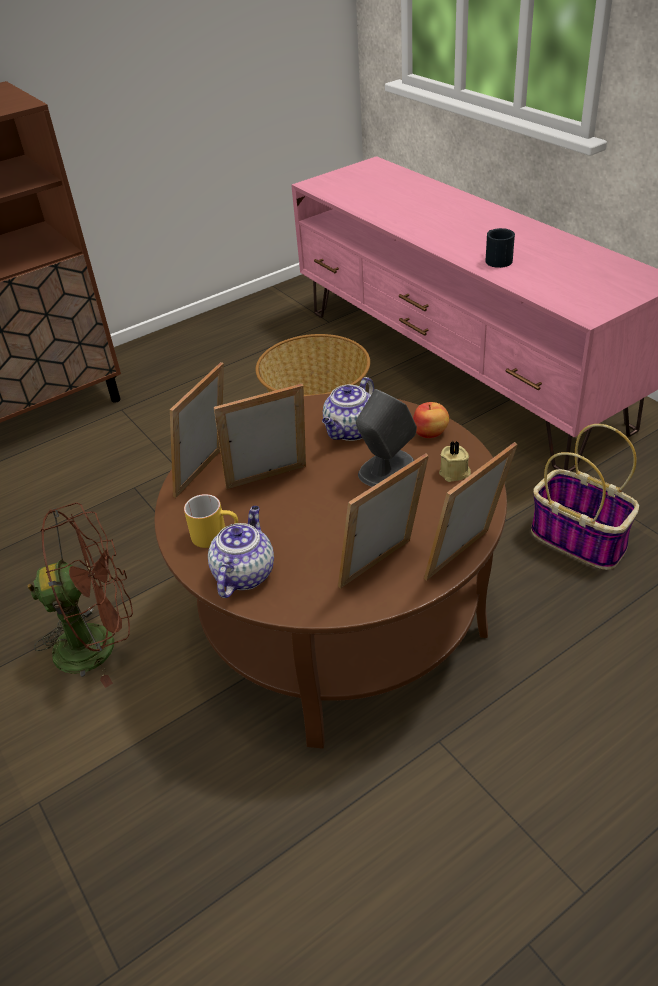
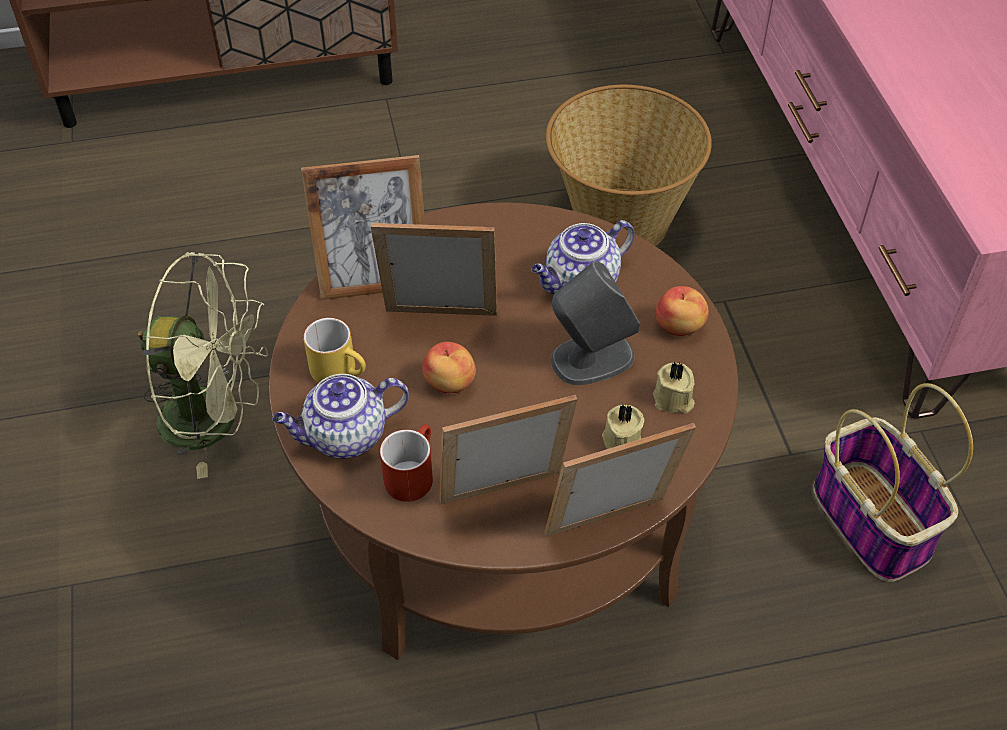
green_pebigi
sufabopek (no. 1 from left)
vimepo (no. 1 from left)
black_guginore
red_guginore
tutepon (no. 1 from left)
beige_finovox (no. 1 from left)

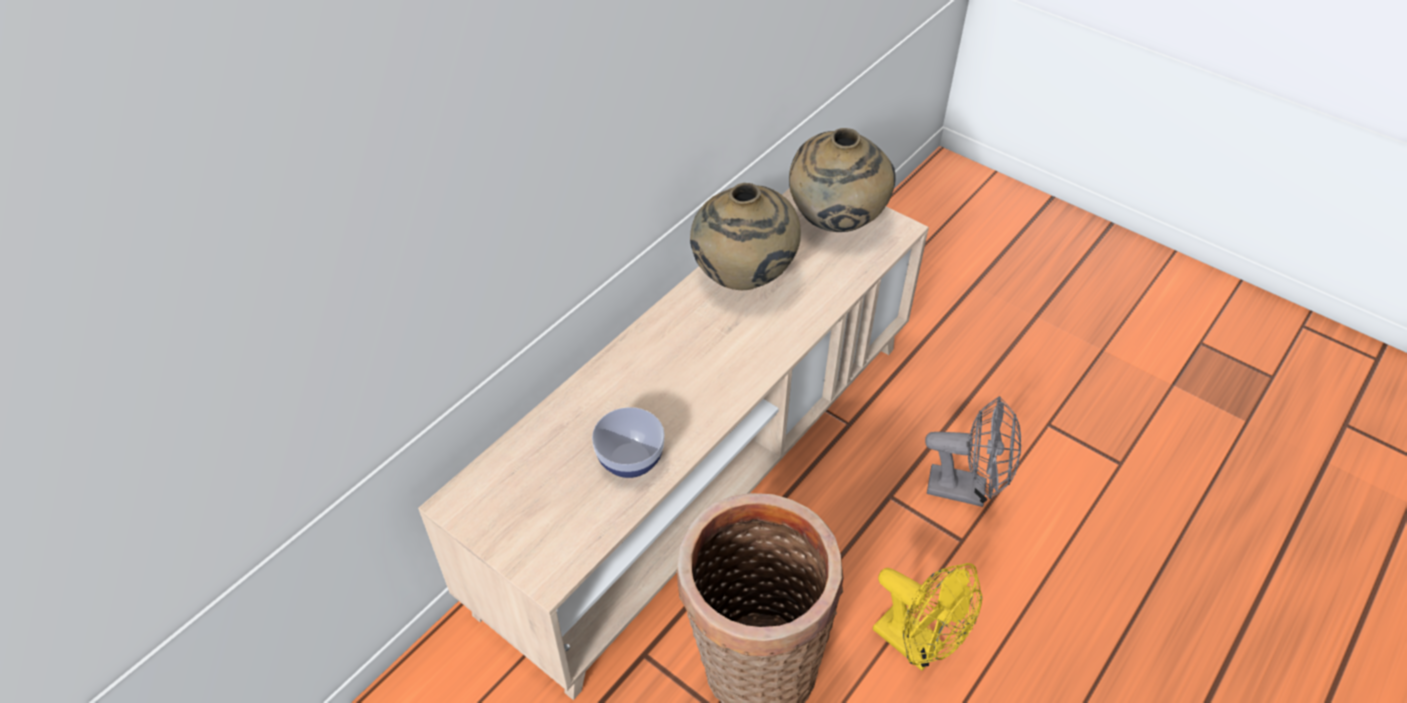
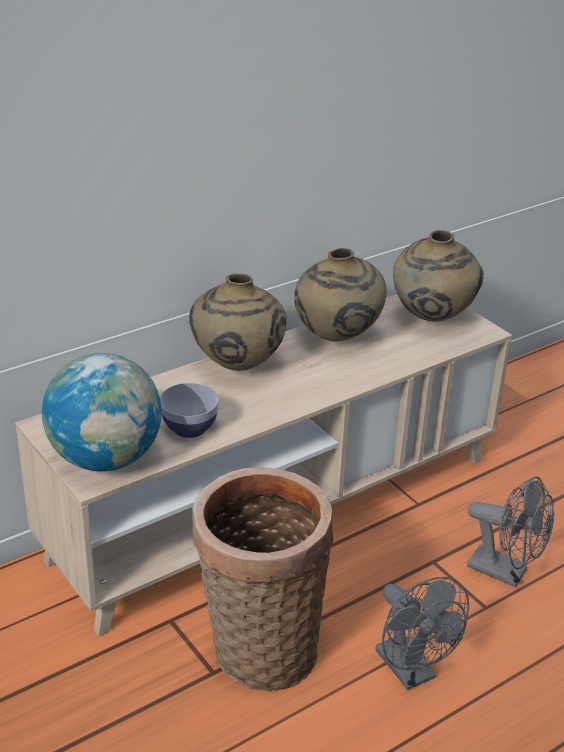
grey_pebigi (no. 1 from left)
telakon
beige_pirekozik (no. 1 from left)

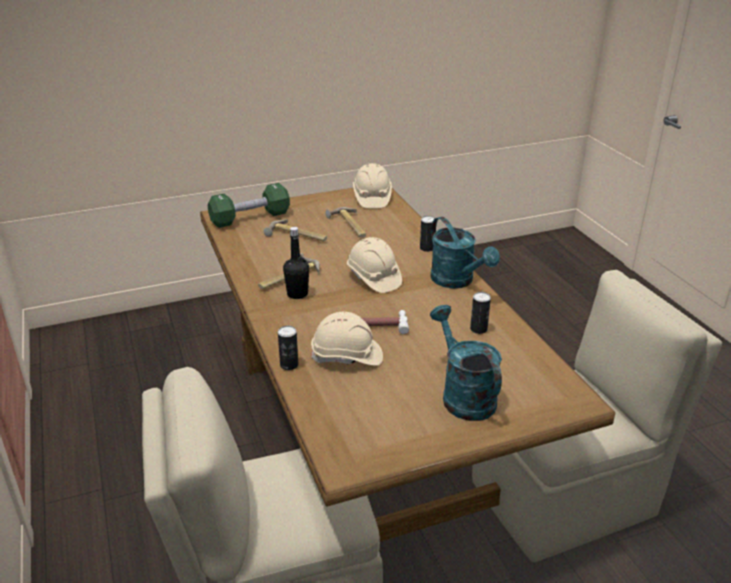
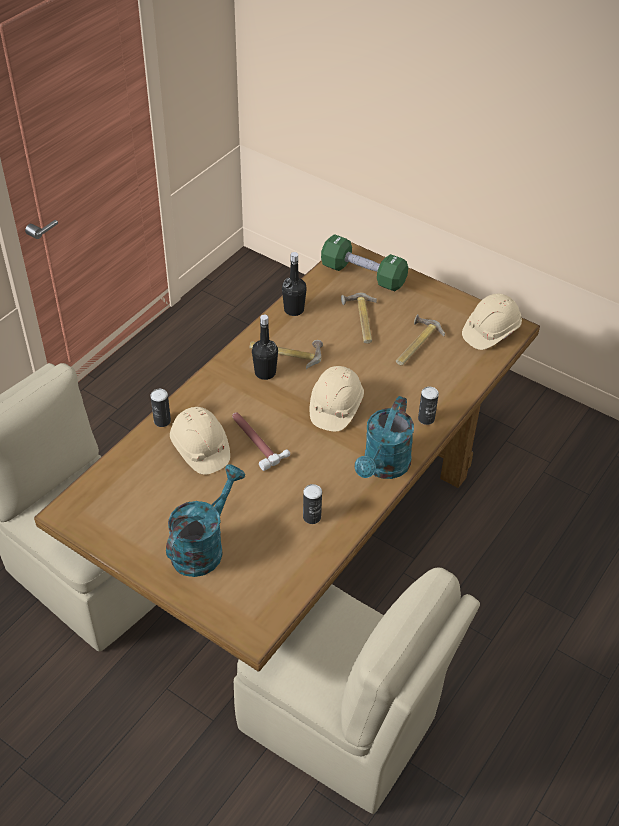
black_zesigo (no. 2 from left)

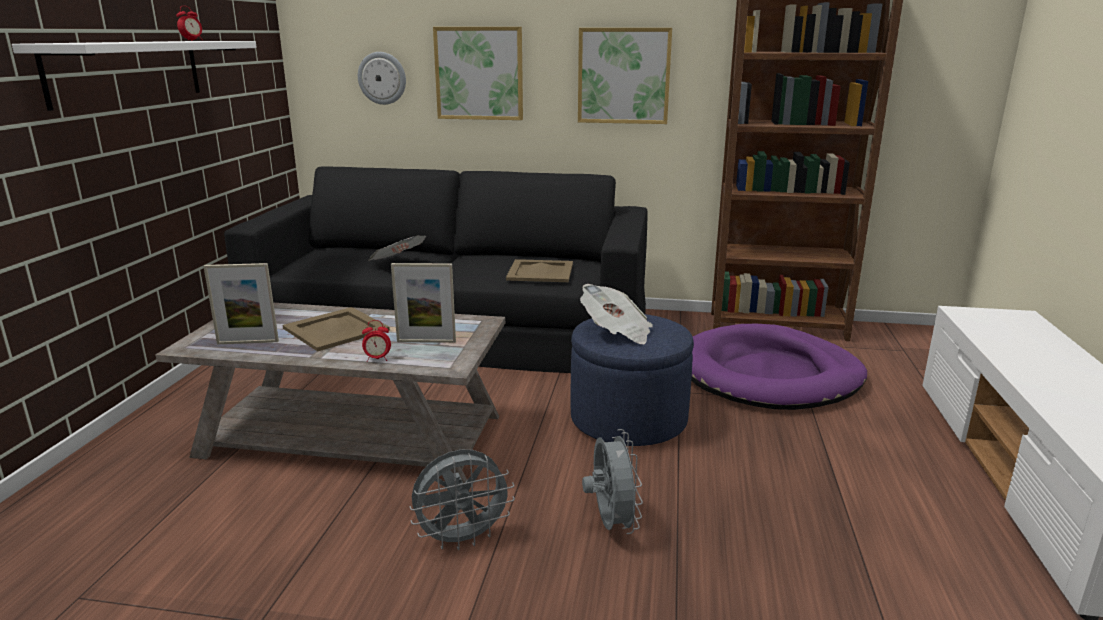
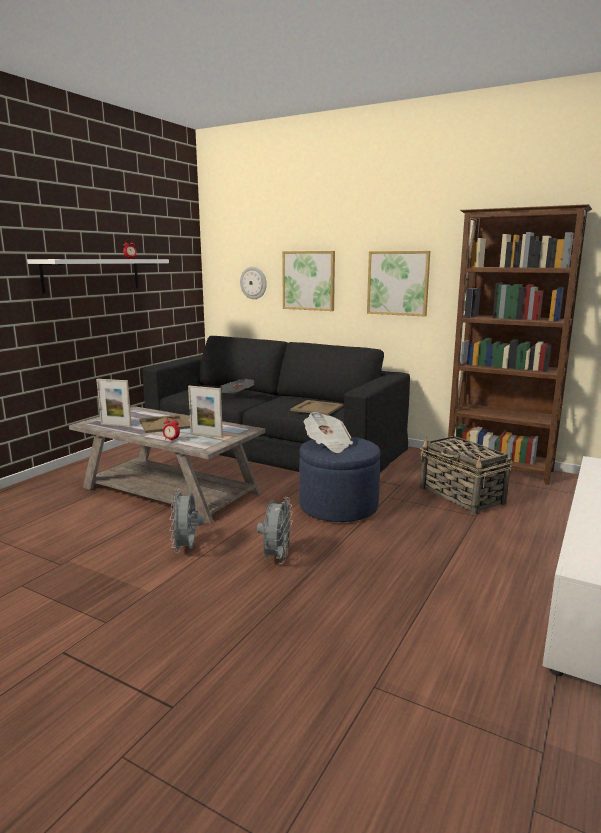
grey_pebigi (no. 1 from left)
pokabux

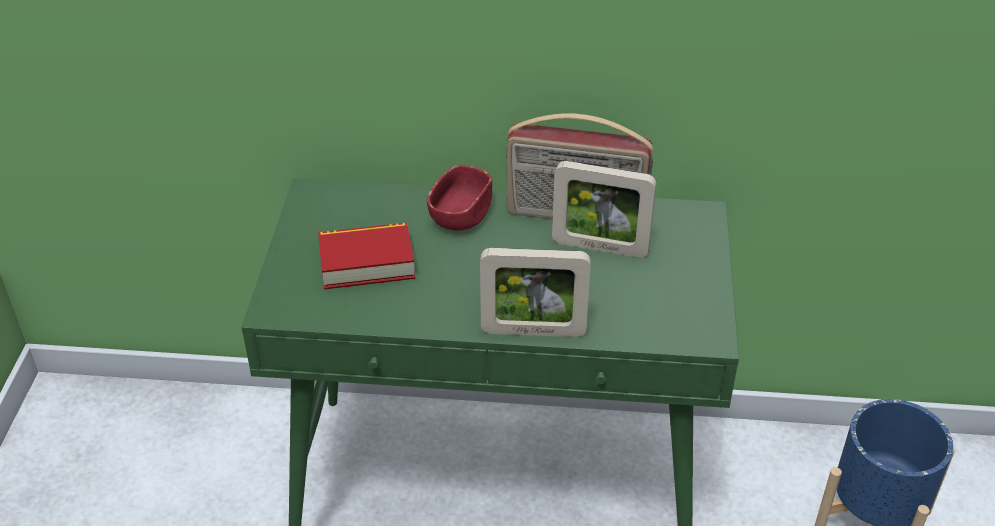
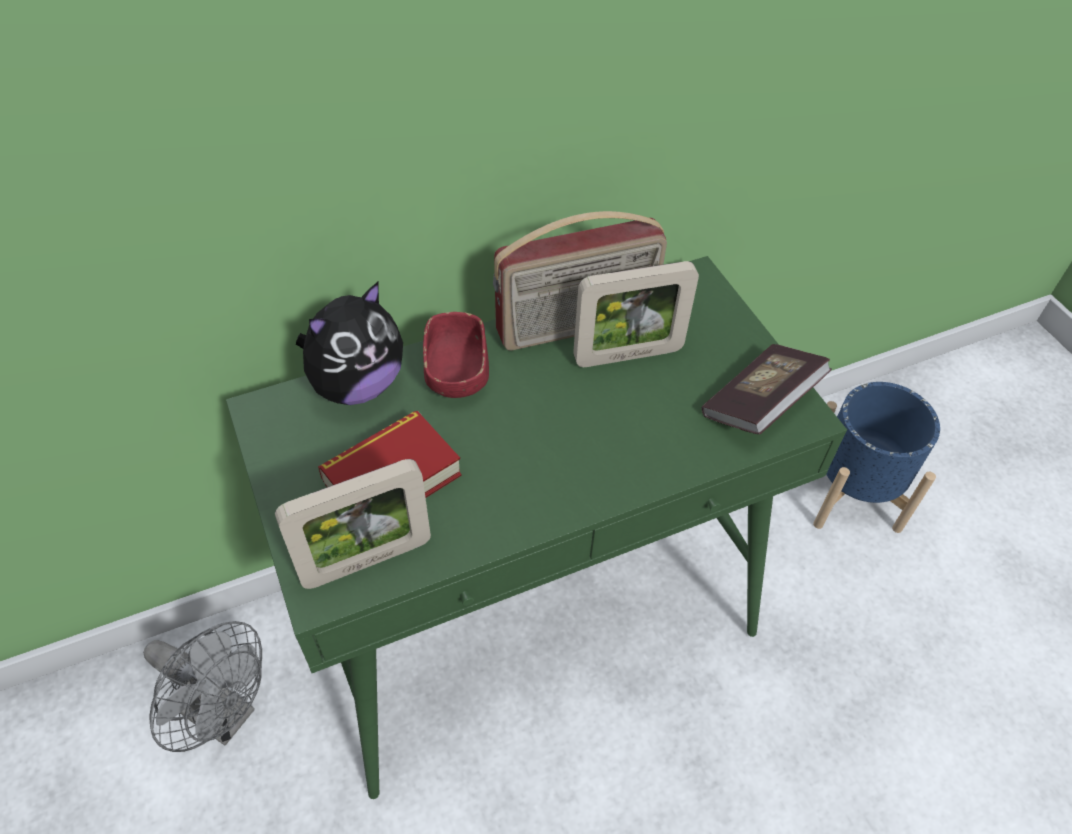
sufabopek (no. 1 from left)
grey_pebigi
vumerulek
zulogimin (no. 2 from left)

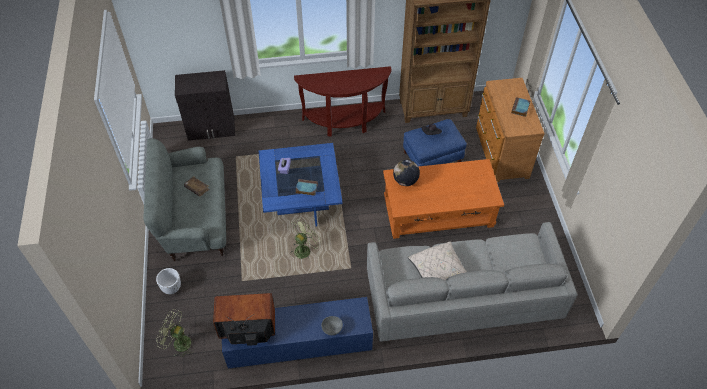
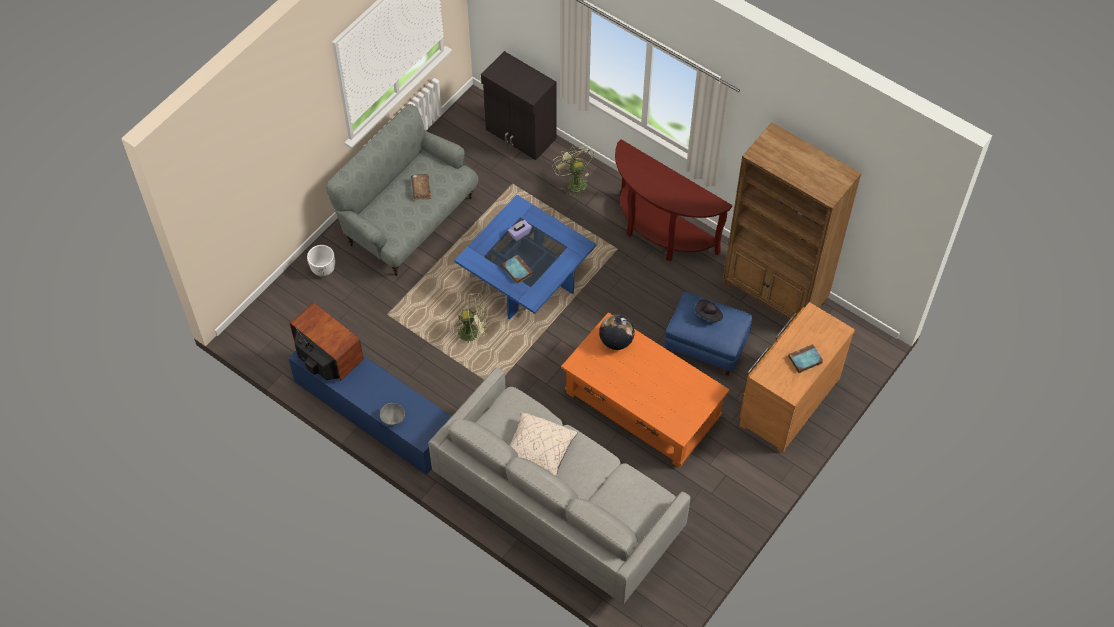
green_pebigi (no. 2 from left)

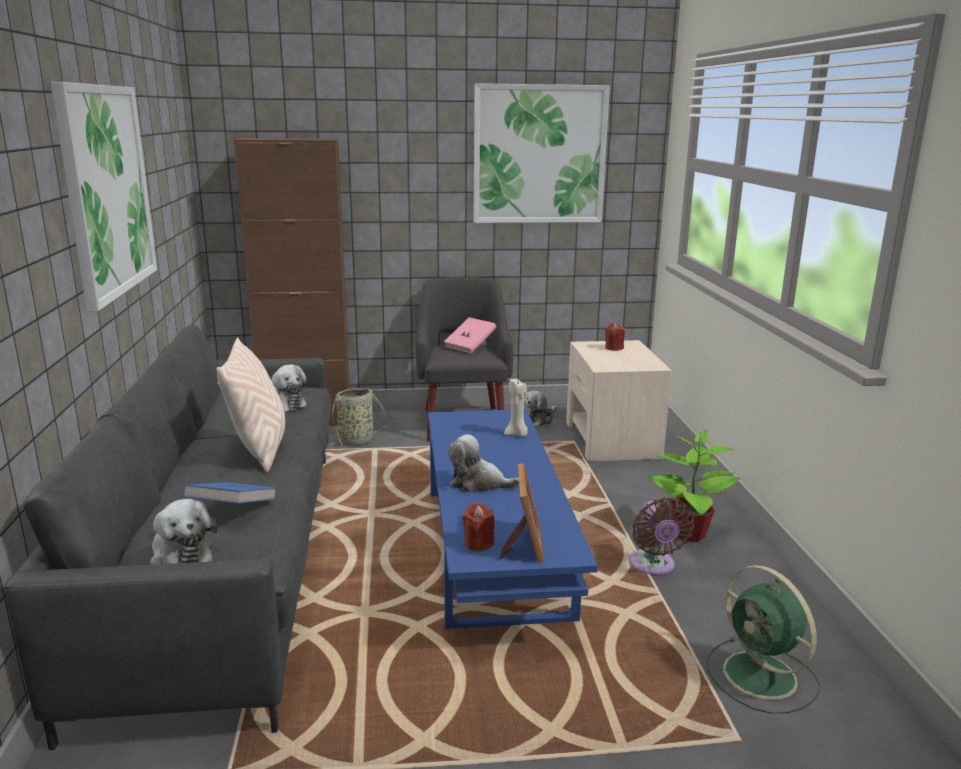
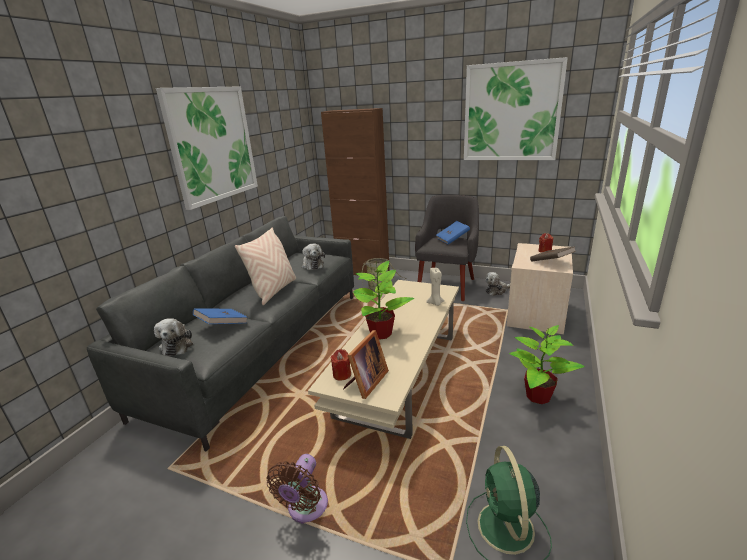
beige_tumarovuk
blue_zulogimin (no. 2 from left)
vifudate (no. 1 from left)
brown_pebigi
brown_zulogimin

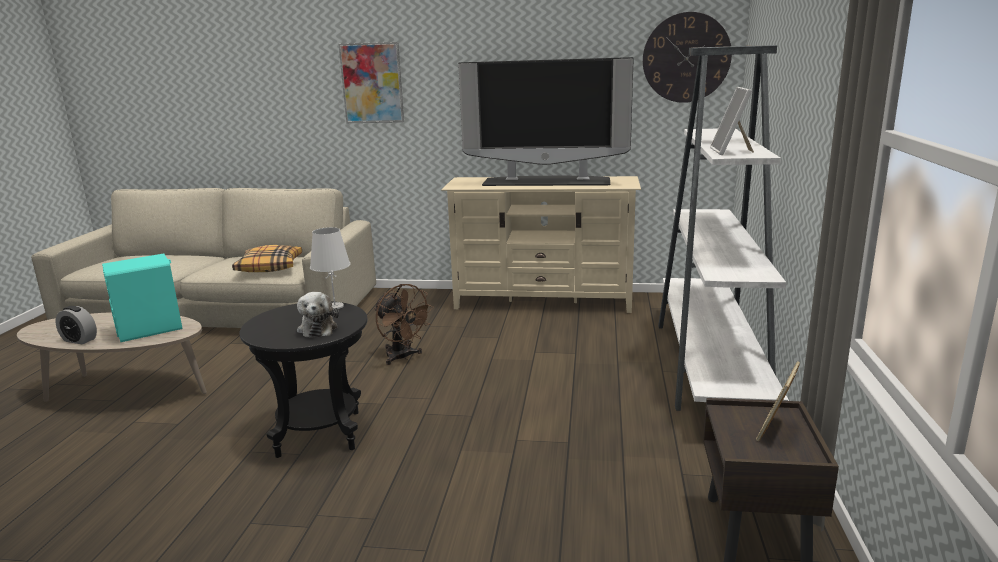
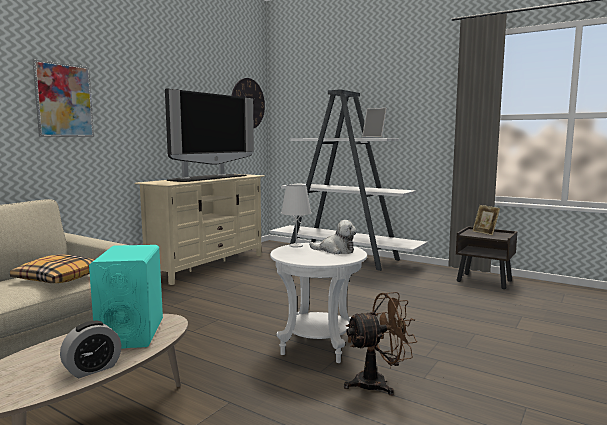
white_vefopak
brown_pebigi

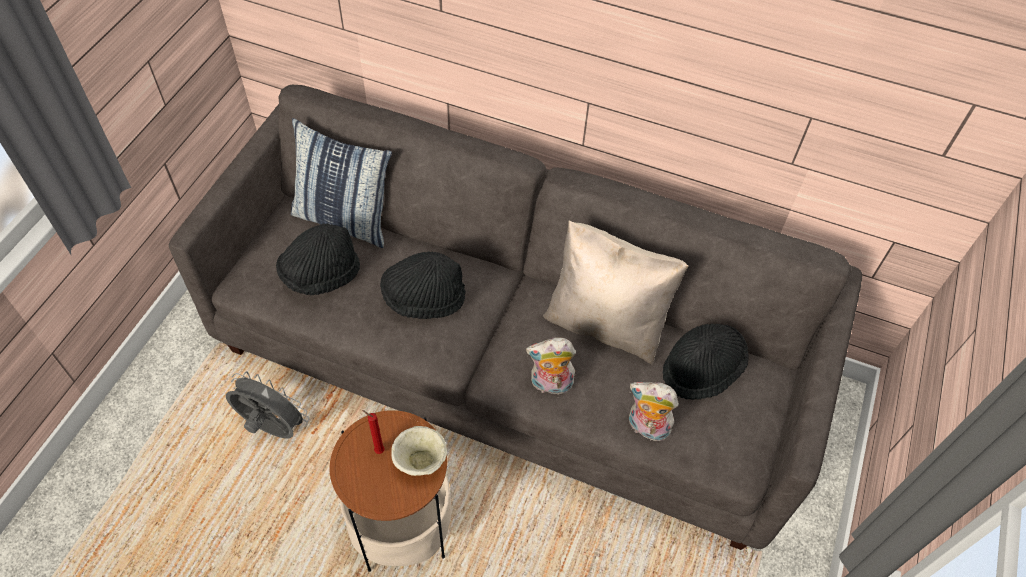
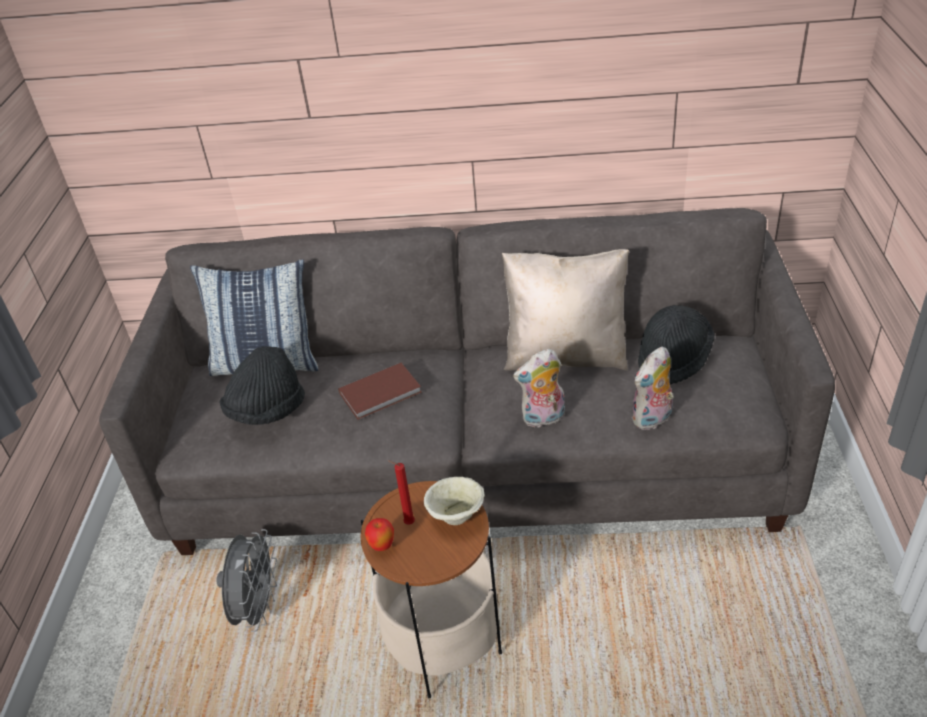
grey_pebigi
brown_zulogimin
vumerulek (no. 2 from left)
tutepon

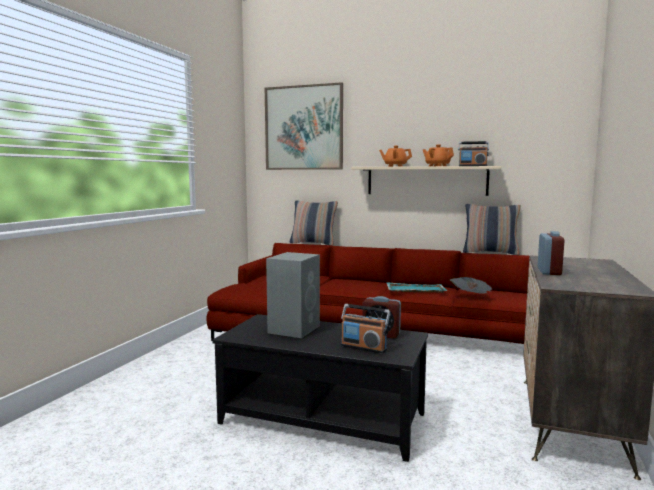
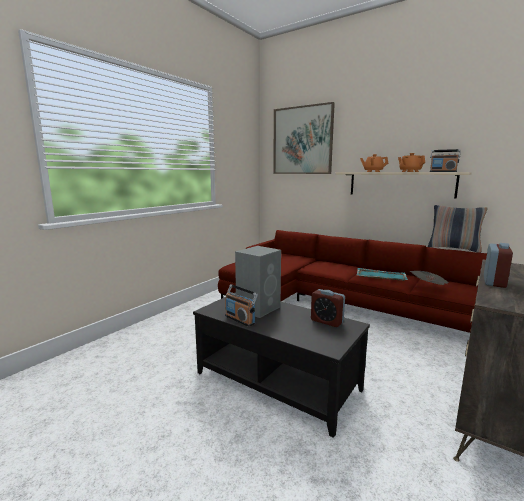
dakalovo (no. 1 from left in the first image)
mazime (no. 1 from left)

